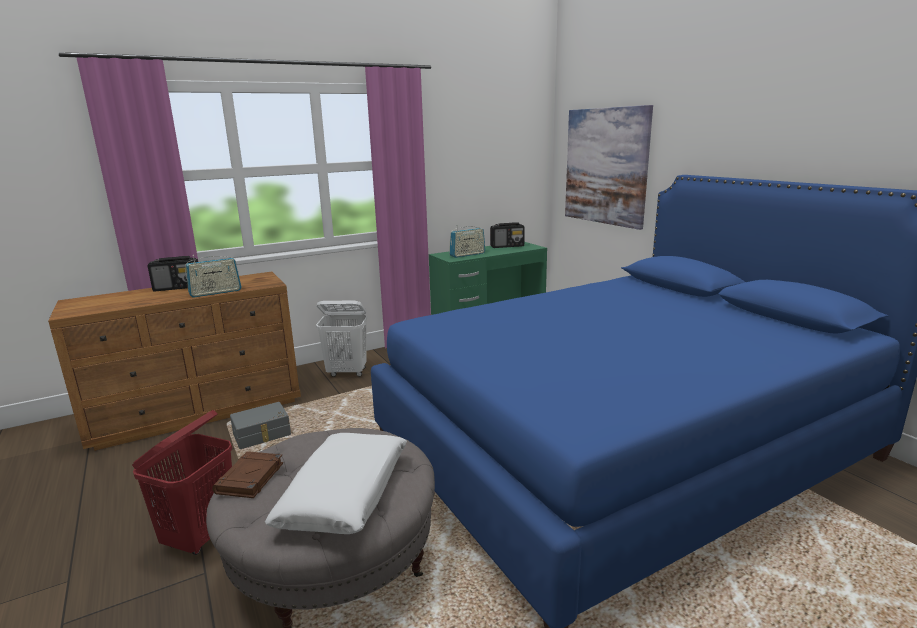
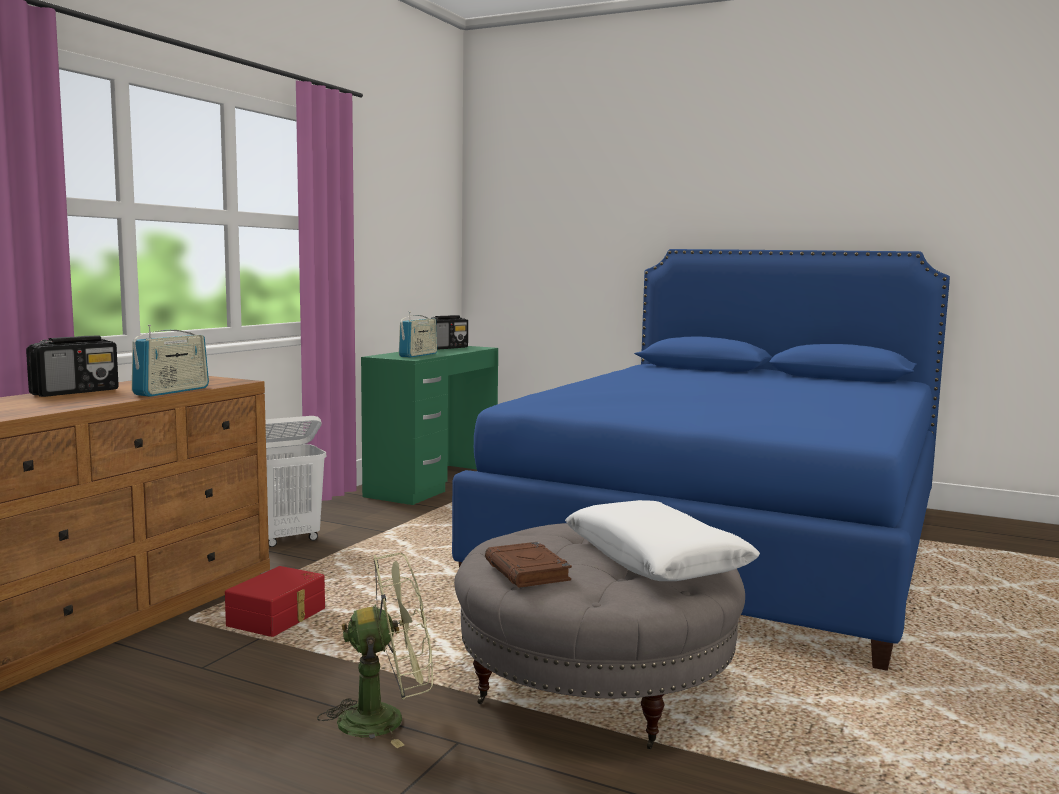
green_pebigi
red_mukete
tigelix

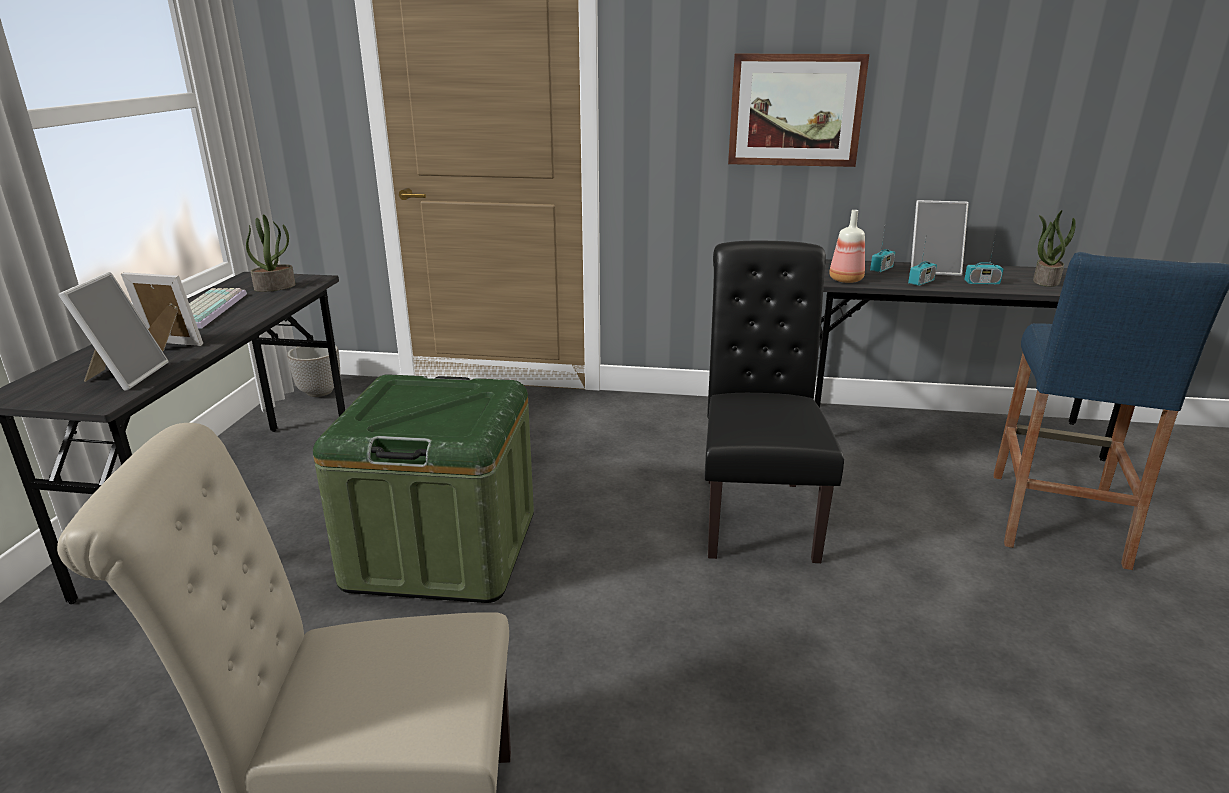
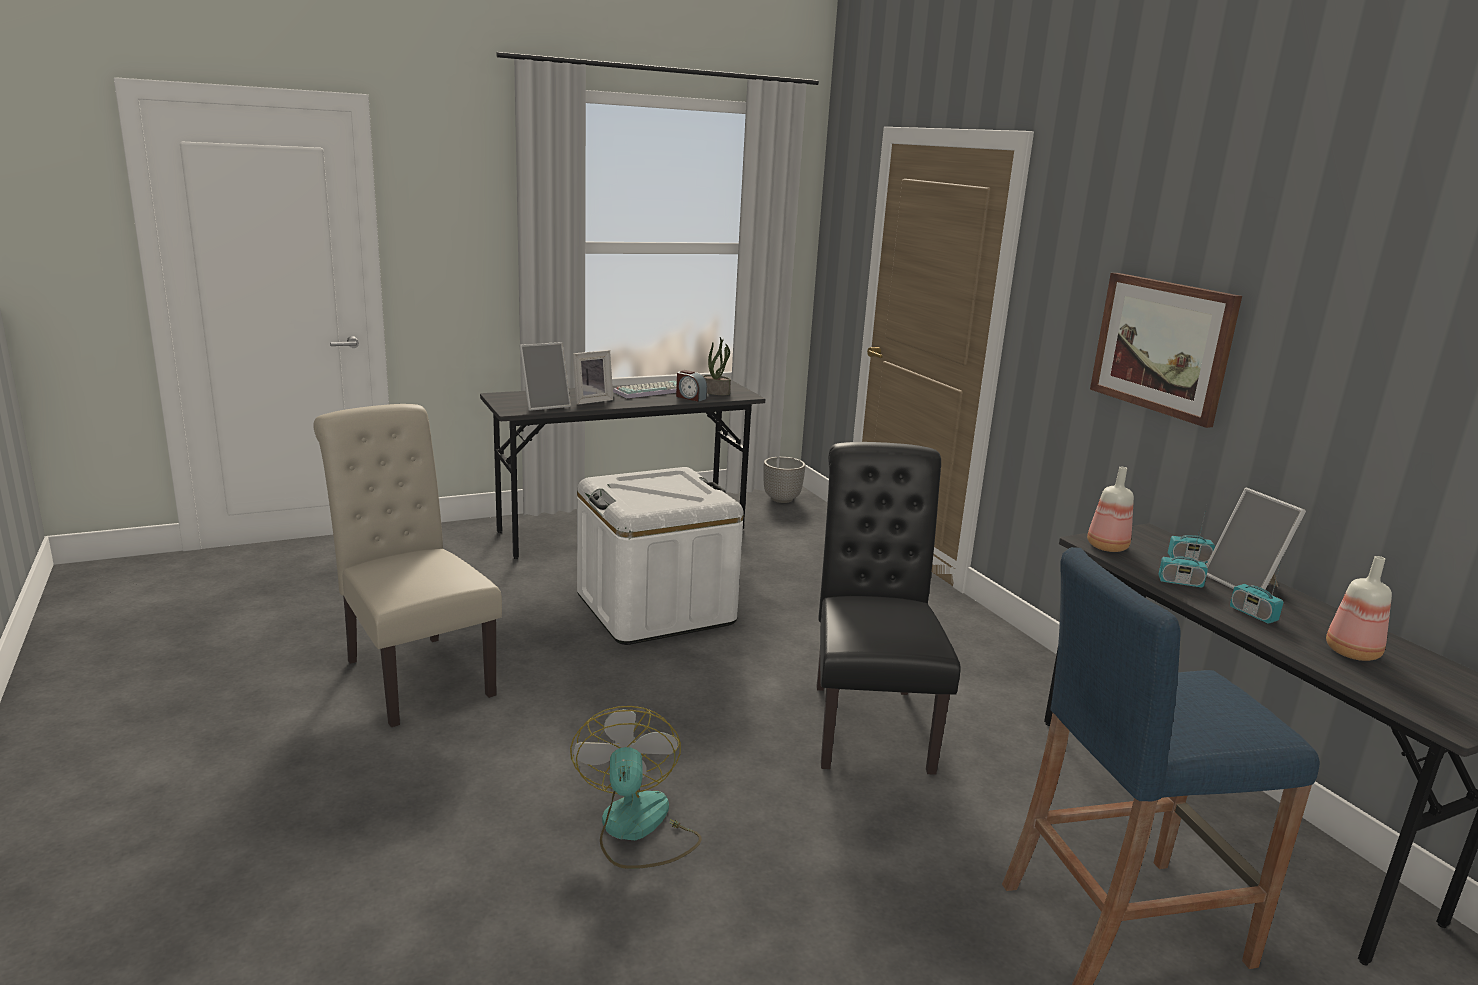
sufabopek (no. 2 from left)
white_mukete
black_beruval
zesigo (no. 2 from left)
pebigi
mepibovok

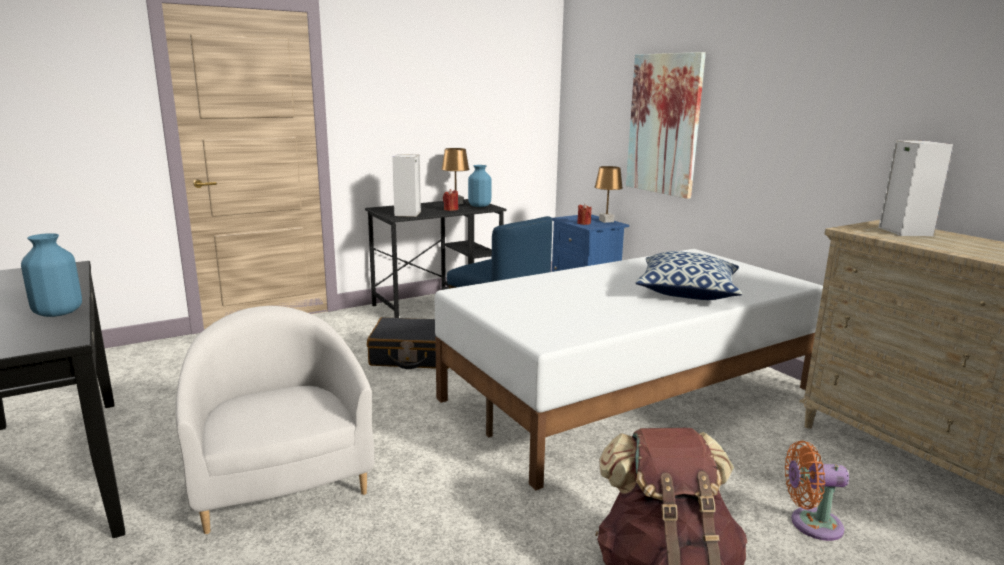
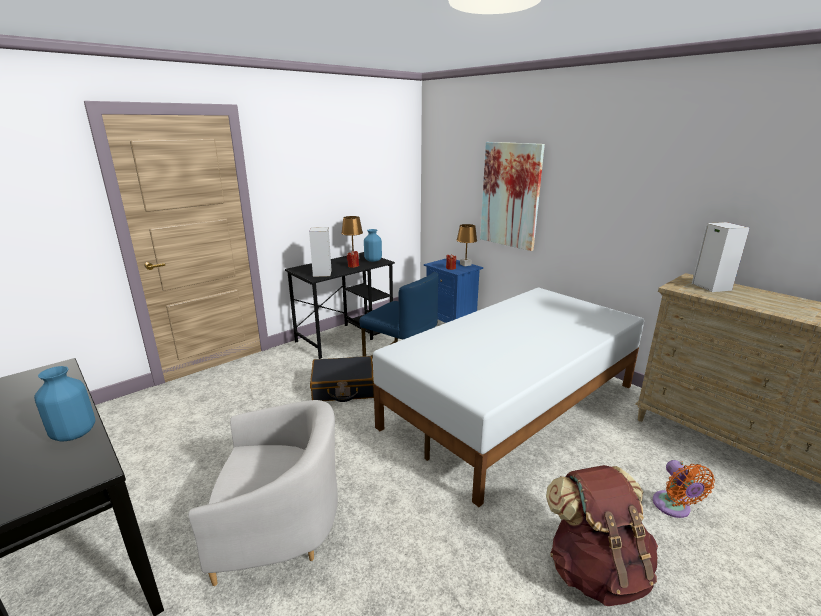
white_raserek
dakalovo
orange_pebigi

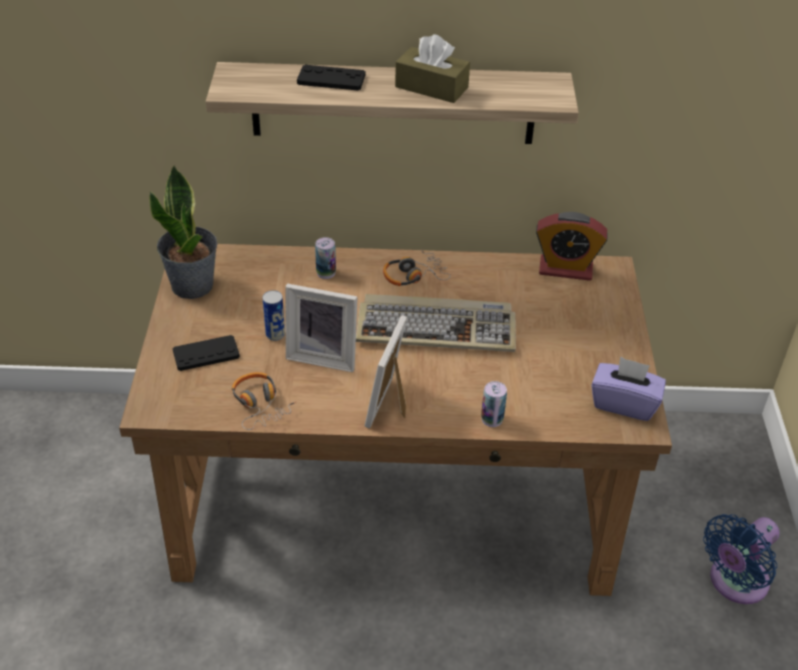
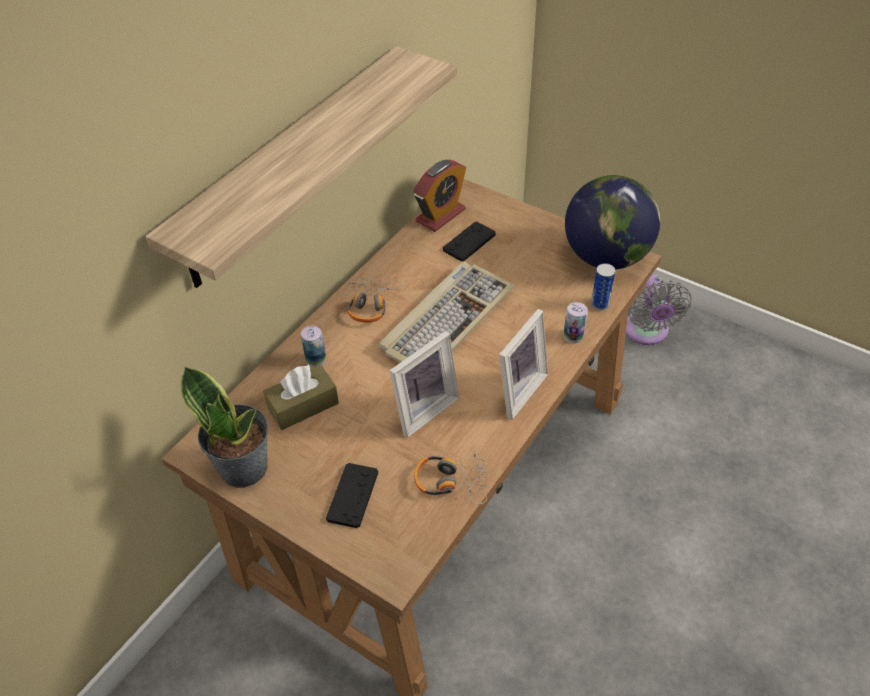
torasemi (no. 3 from left)
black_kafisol (no. 2 from left)
sufabopek (no. 2 from left)
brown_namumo
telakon
grey_pebigi

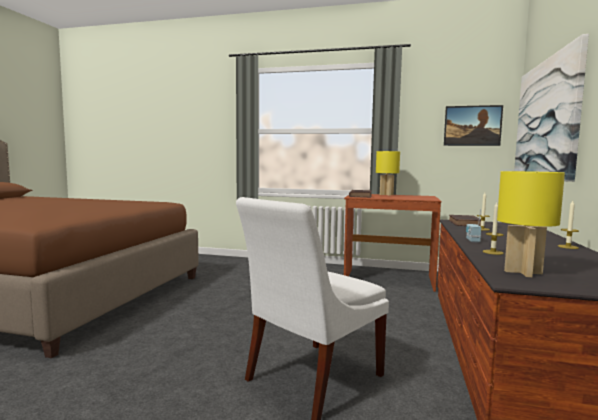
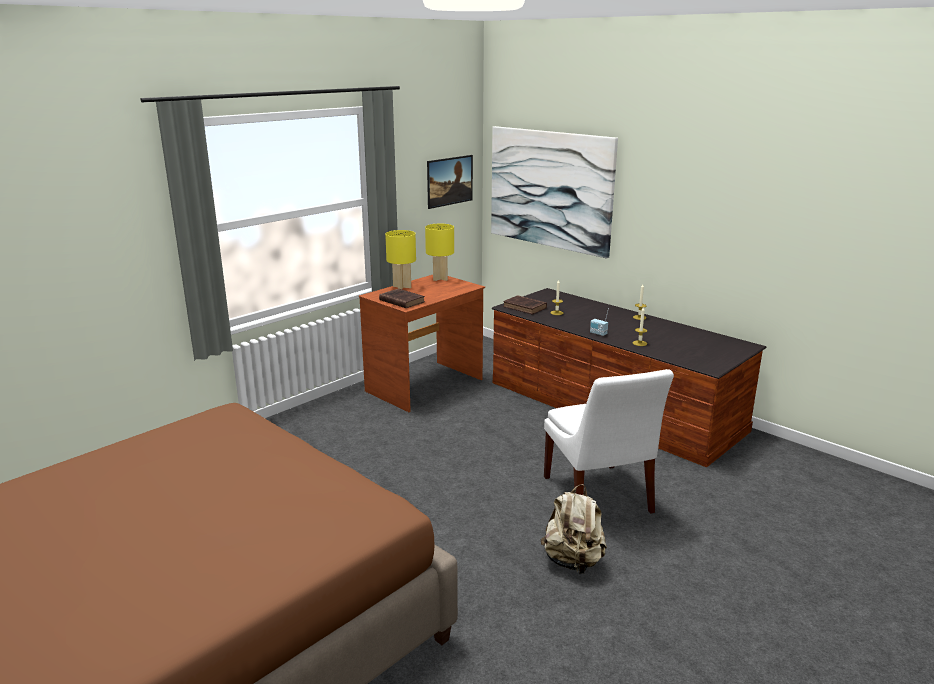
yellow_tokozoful (no. 2 from left)
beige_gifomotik

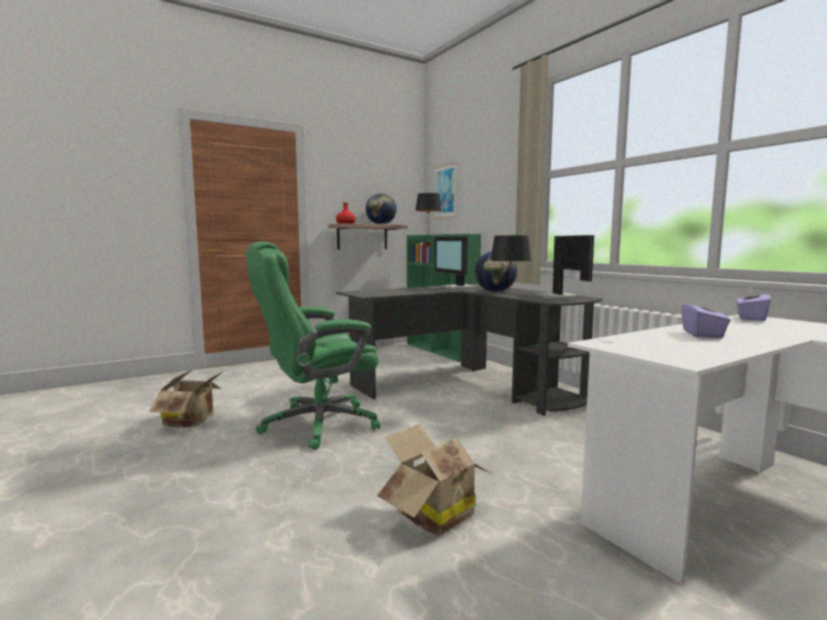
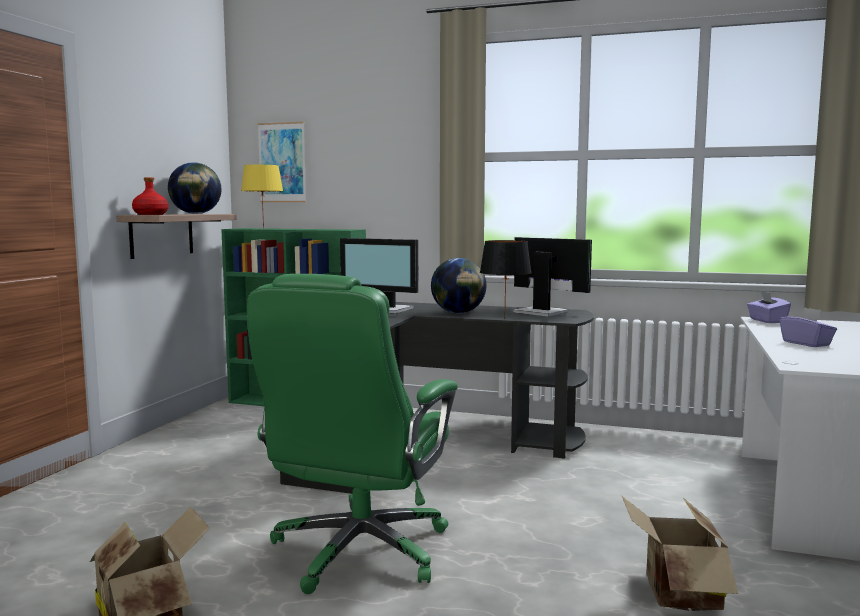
yellow_tokozoful

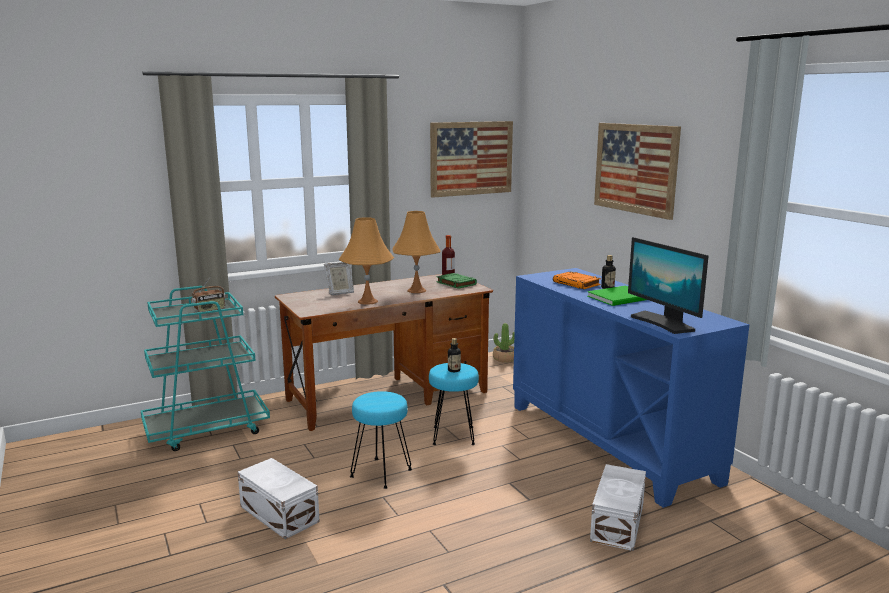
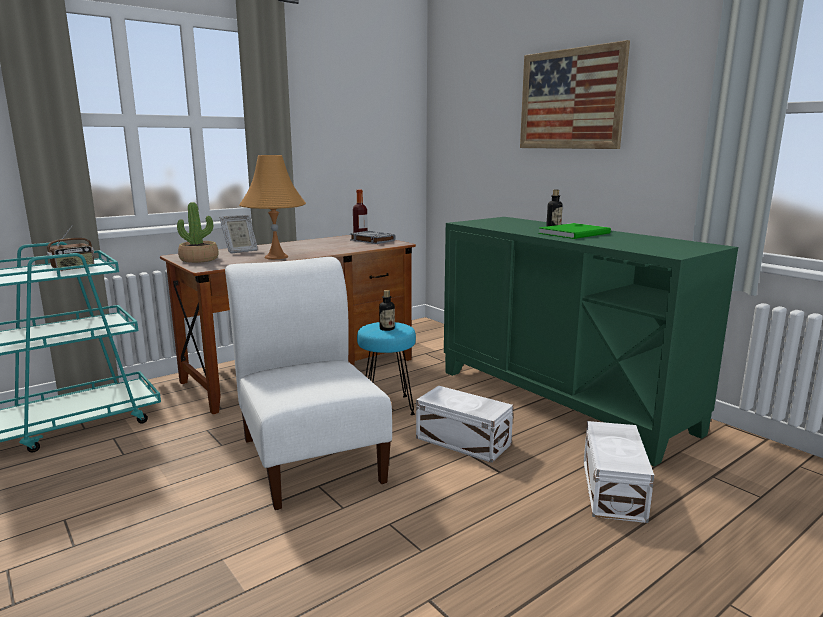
white_mukete (no. 1 from left)
white_beruval
orange_tokozoful (no. 2 from left in the first image)
tigelix (no. 1 from left in the first image)
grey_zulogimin
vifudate
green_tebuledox
orange_zulogimin
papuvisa

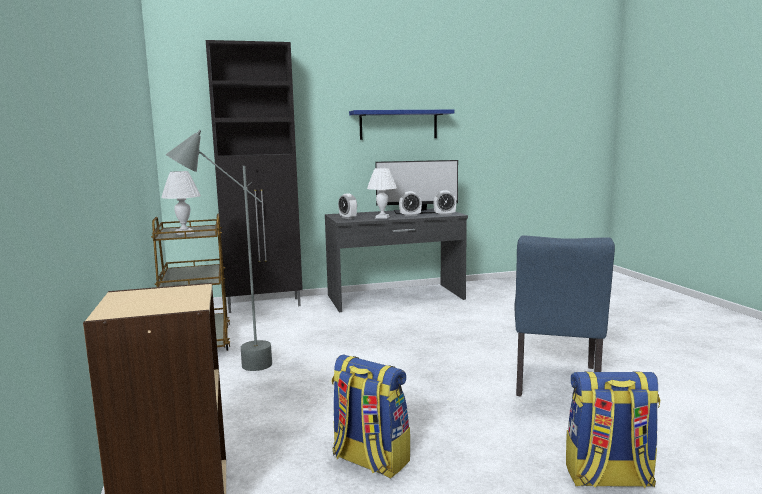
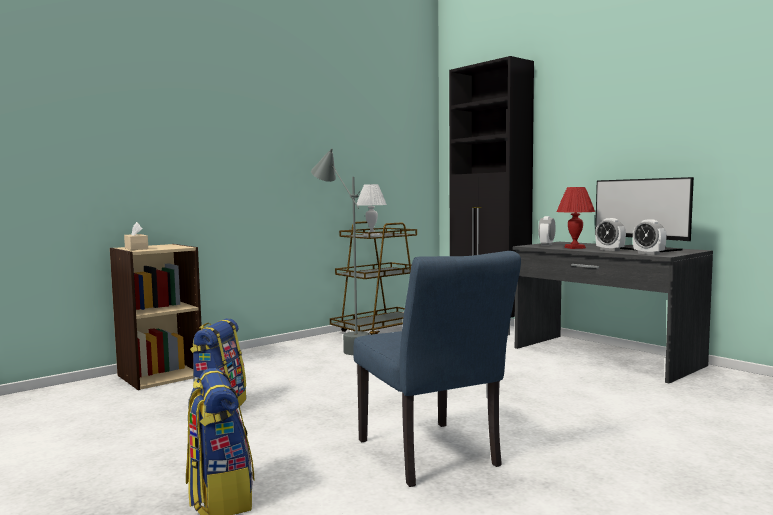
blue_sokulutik
red_tokozoful
blue_beruval
beige_namumo

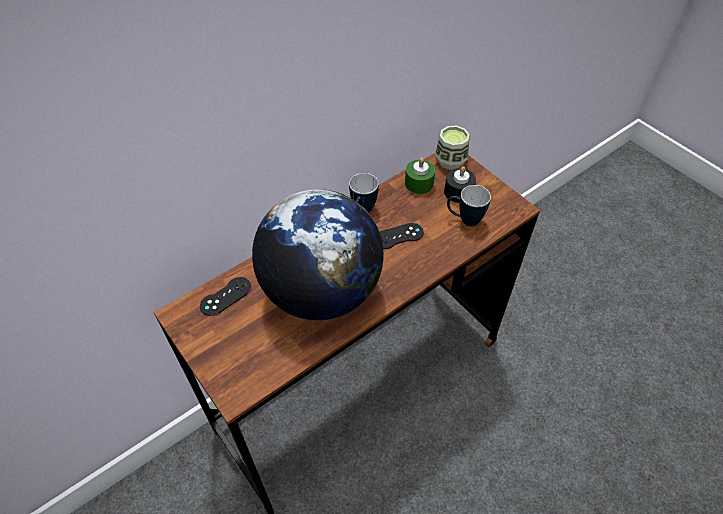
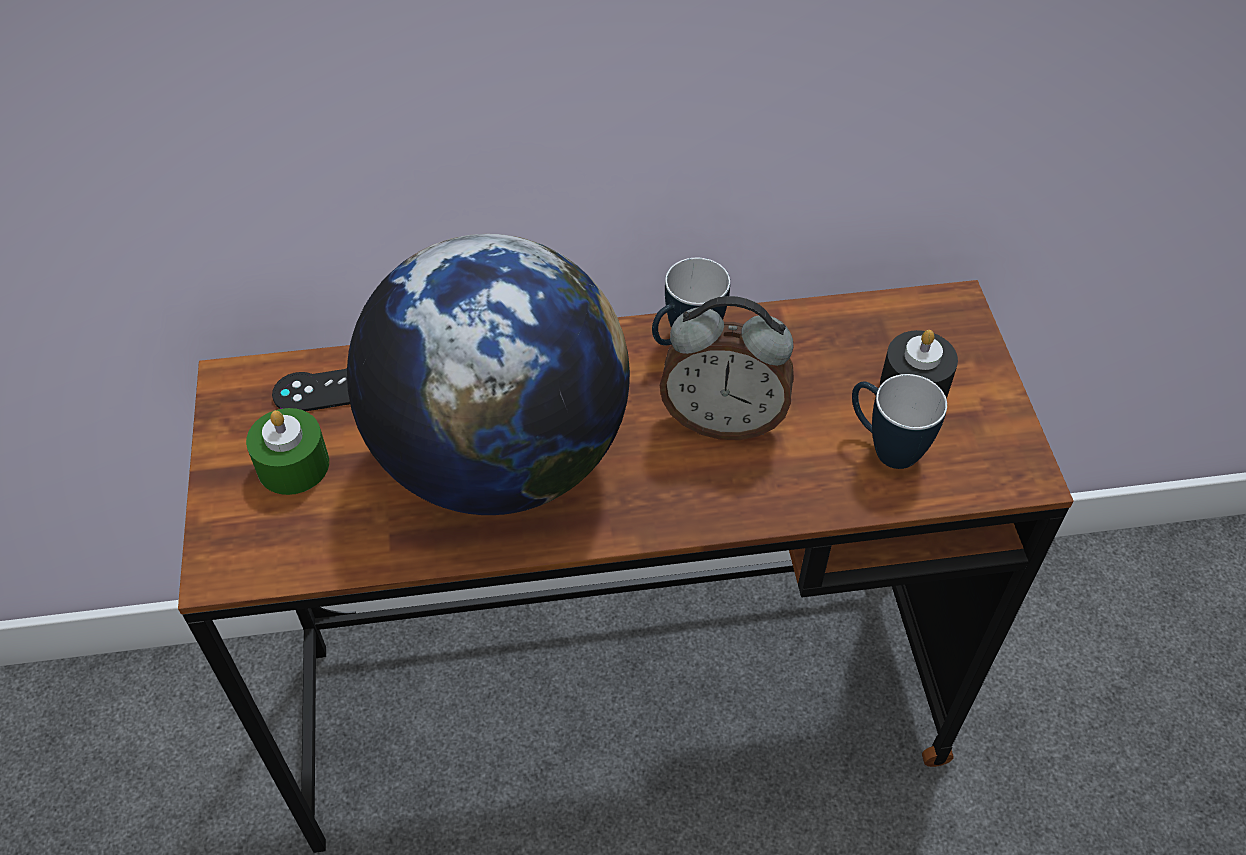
mepibovok
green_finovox
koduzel

